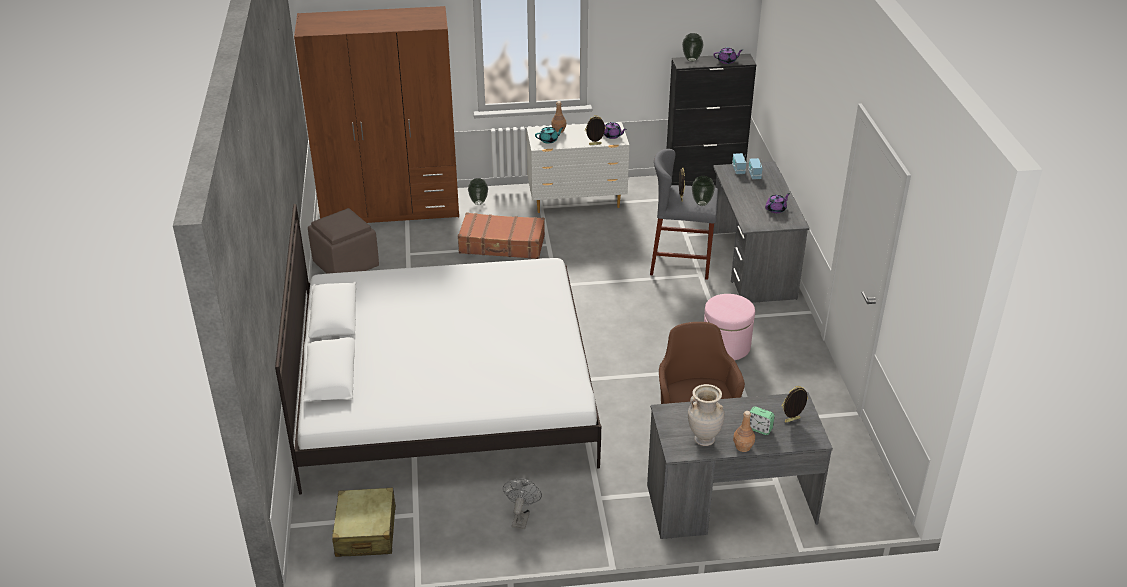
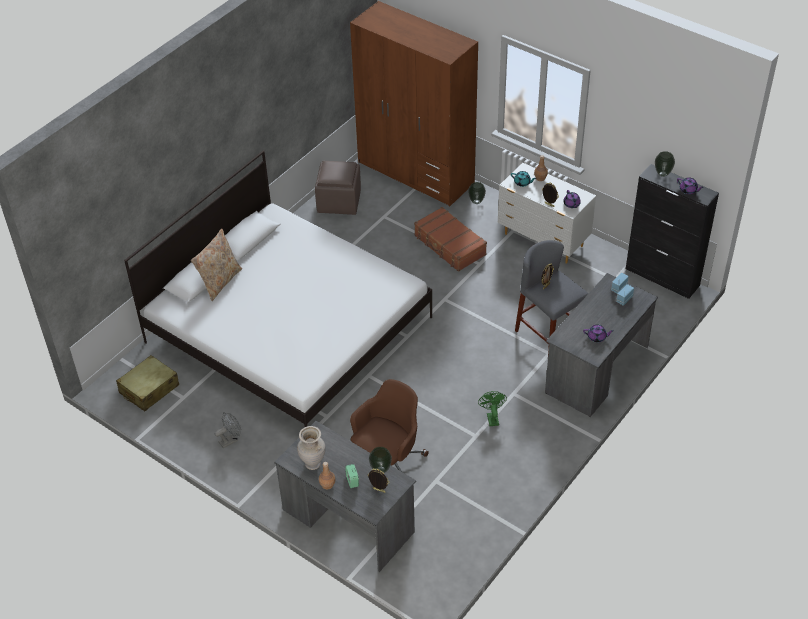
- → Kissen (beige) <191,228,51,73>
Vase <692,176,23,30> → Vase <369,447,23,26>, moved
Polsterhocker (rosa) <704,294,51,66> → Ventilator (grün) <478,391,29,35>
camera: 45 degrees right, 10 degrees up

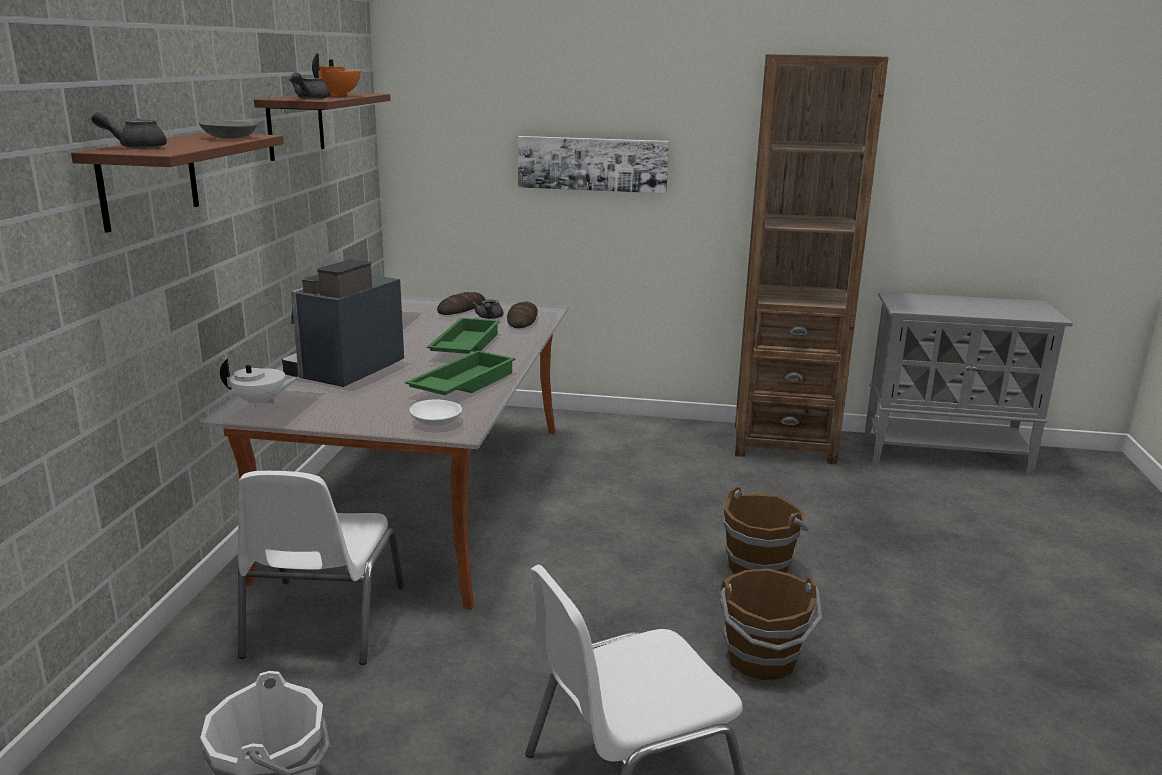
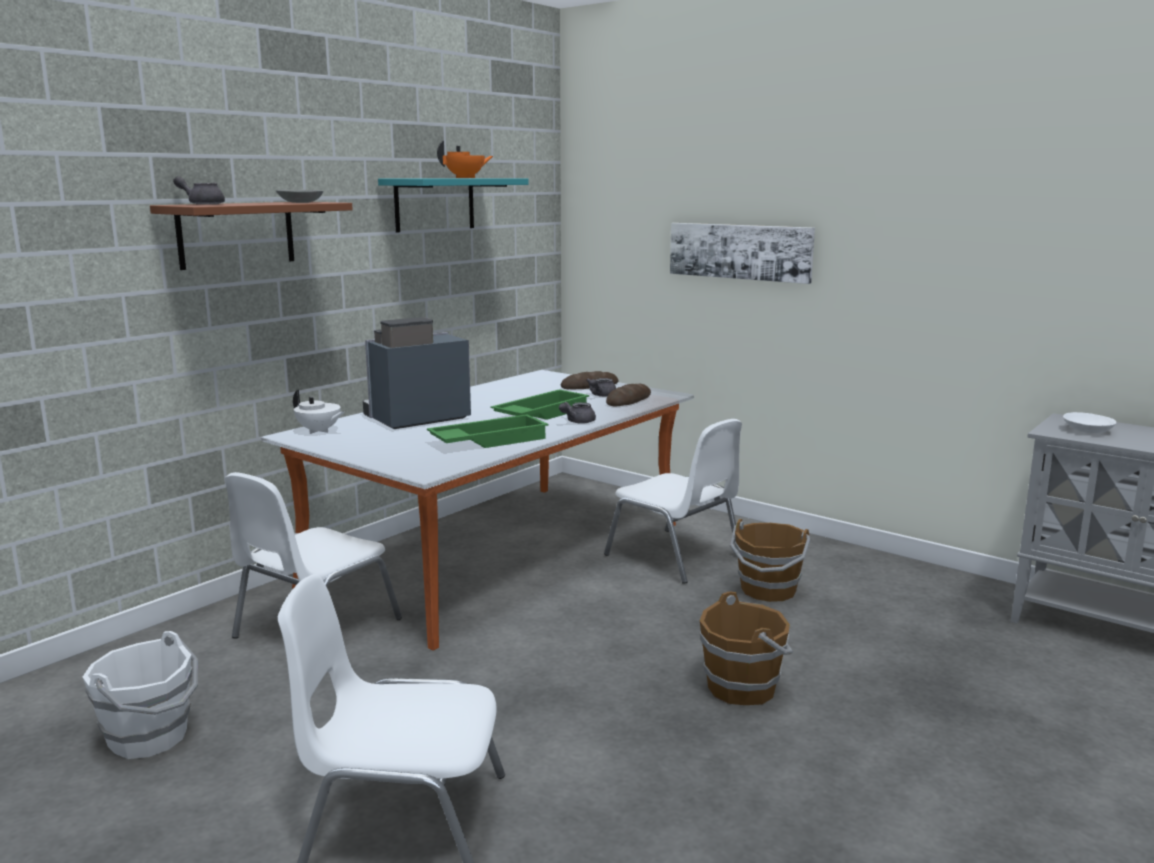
Wandregal (braun) <254,93,136,68> → Wandregal (türkis) <378,178,151,54>
Teekanne (grau) <289,72,41,27> → Teekanne (grau) <559,402,37,22>, moved
- → Stuhl (weiß) <604,419,138,165>
Eimer (braun) <720,568,102,112> → Eimer (braun) <730,519,80,83>, moved
Schüssel (weiß) <410,399,52,27> → Schüssel (weiß) <1063,412,53,21>, moved
Bücherregal (braun) <735,54,154,410> → -
camera: 30 degrees right, 5 degrees down

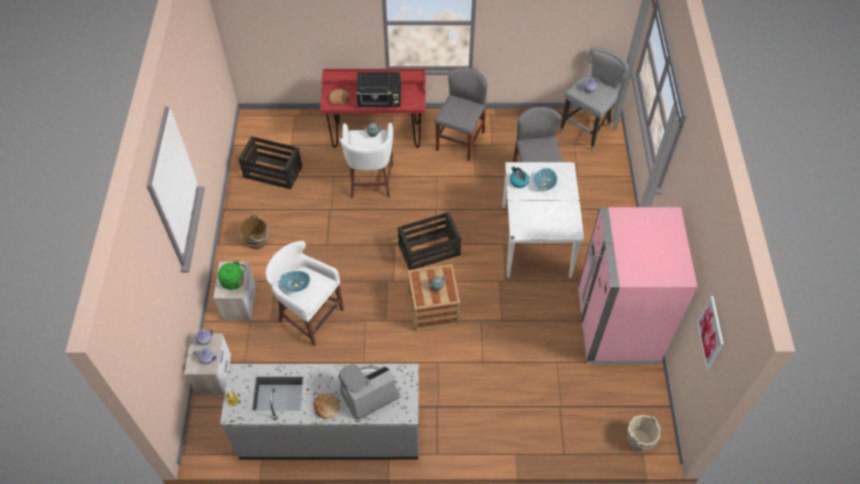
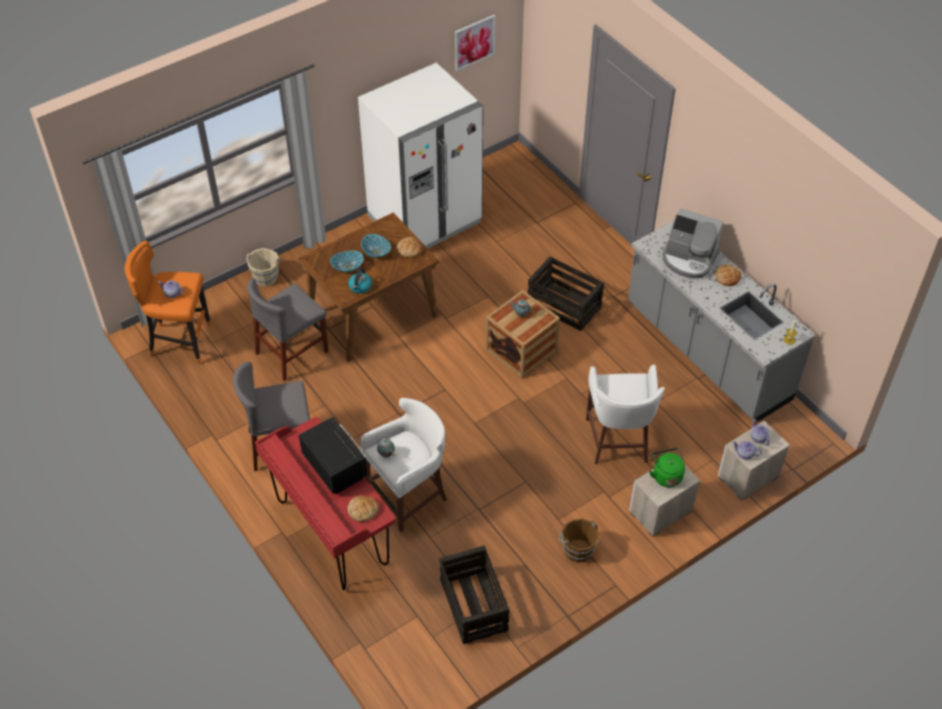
Hocker (grau) <560,47,69,104> → Hocker (orange) <125,241,86,123>
Eimer (beige) <627,415,34,36> → Eimer (beige) <247,248,34,38>, moved
Esstisch (weiß) <502,162,82,116> → Esstisch (braun) <298,212,141,150>
Kühlschrank (rosa) <578,207,119,157> → Kühlschrank (weiß) <358,63,125,185>
Schüssel <280,271,30,21> → Schüssel <361,234,30,24>, moved
- → Brot <397,237,26,21>
Kiste <398,212,63,58> → Kiste <528,256,76,75>, moved
camera: 125 degrees left, 5 degrees down

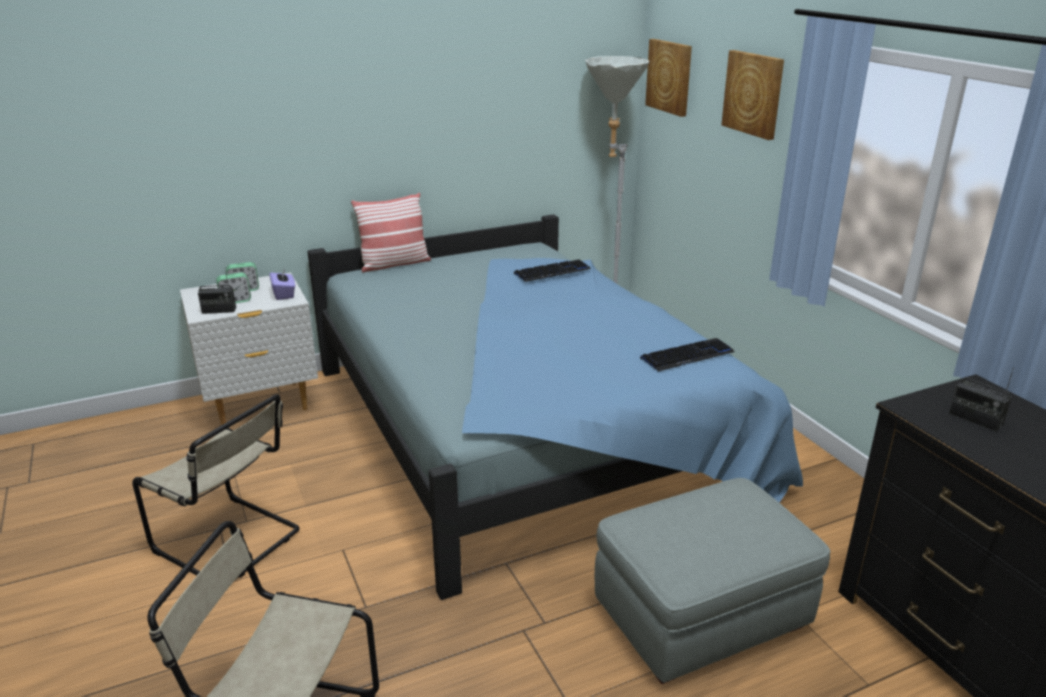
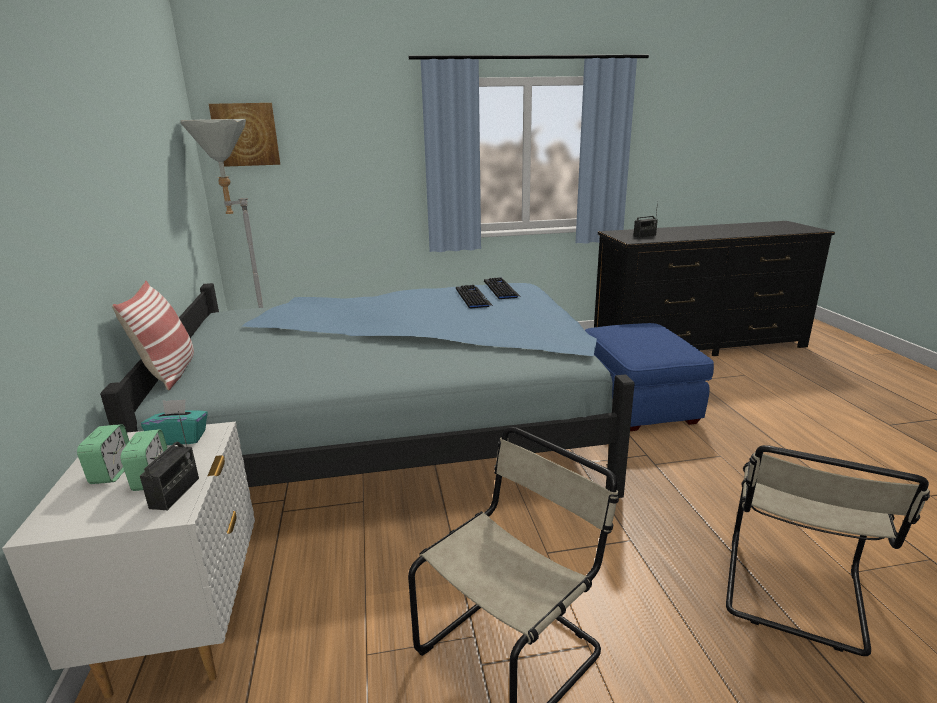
Taschentuchbox (lila) <270,269,25,31> → Taschentuchbox (türkis) <141,399,67,46>
Tastatur <514,260,77,22> → Tastatur <456,285,37,24>, moved
Polsterhocker (grau) <595,478,235,206> → Polsterhocker (blau) <585,323,129,108>
Bild <721,50,63,90> → -
camera: 75 degrees left, 5 degrees down

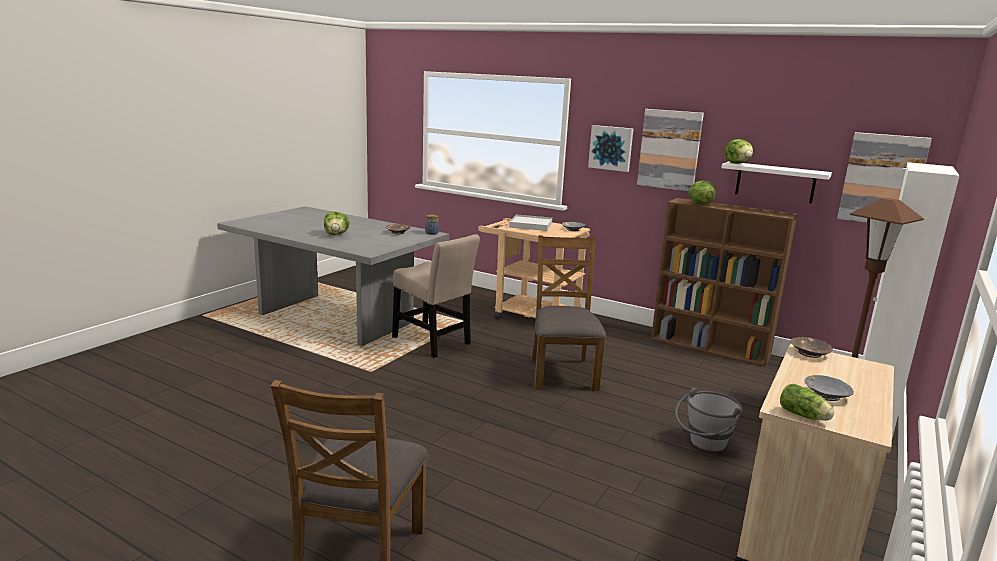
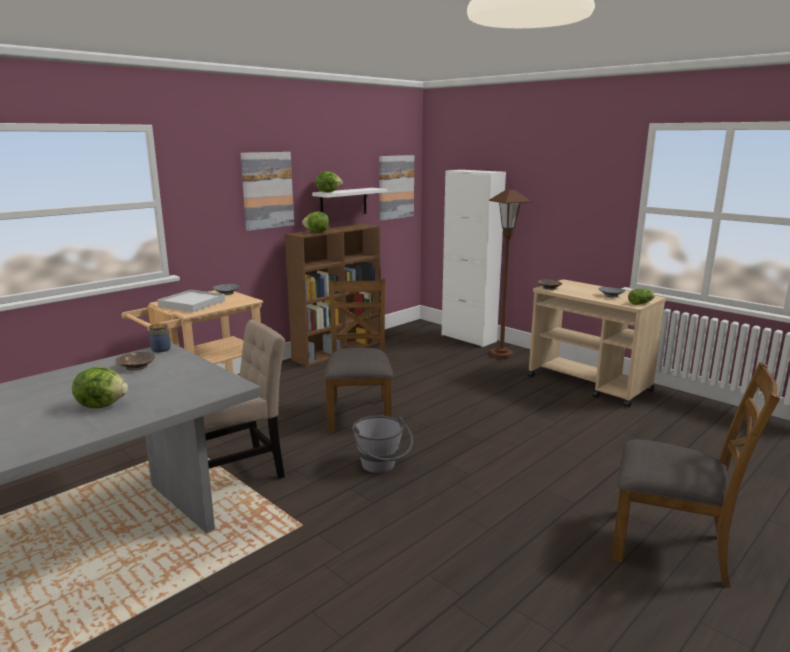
Stuhl (braun) <531,235,75,156> → Stuhl (braun) <324,279,69,153>, 75 degrees clockwise
Eimer (grau) <675,388,68,64> → Eimer (grau) <352,415,61,58>, moved
Bild <588,125,45,47> → -
camera: 75 degrees left, 0 degrees up

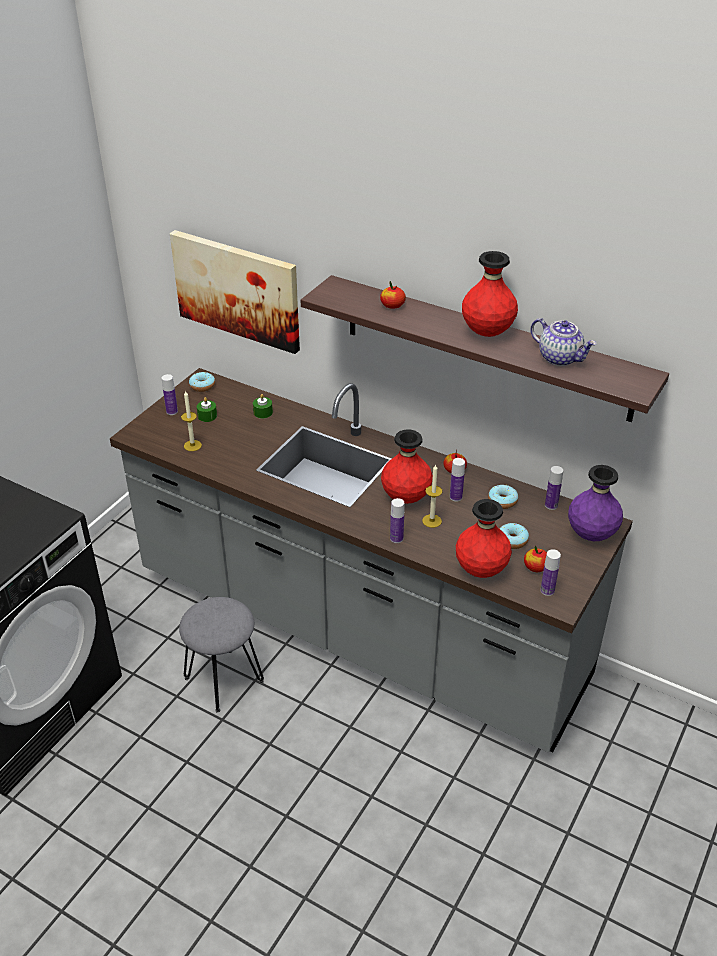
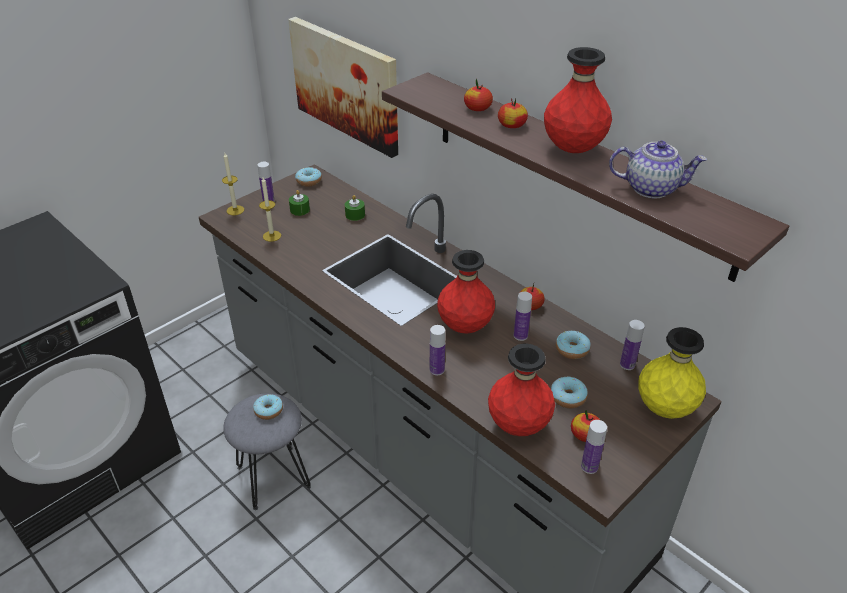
Kerze <422,464,20,64> → Kerze <222,153,22,63>, moved
- → Donut <253,394,30,26>
- → Apfel <498,98,30,30>
Teekanne <530,318,67,48> → Teekanne <609,141,98,57>, 45 degrees counterclockwise
Vase (lila) <568,465,55,76> → Vase (gelb) <638,327,68,92>
camera: 15 degrees right, 0 degrees up

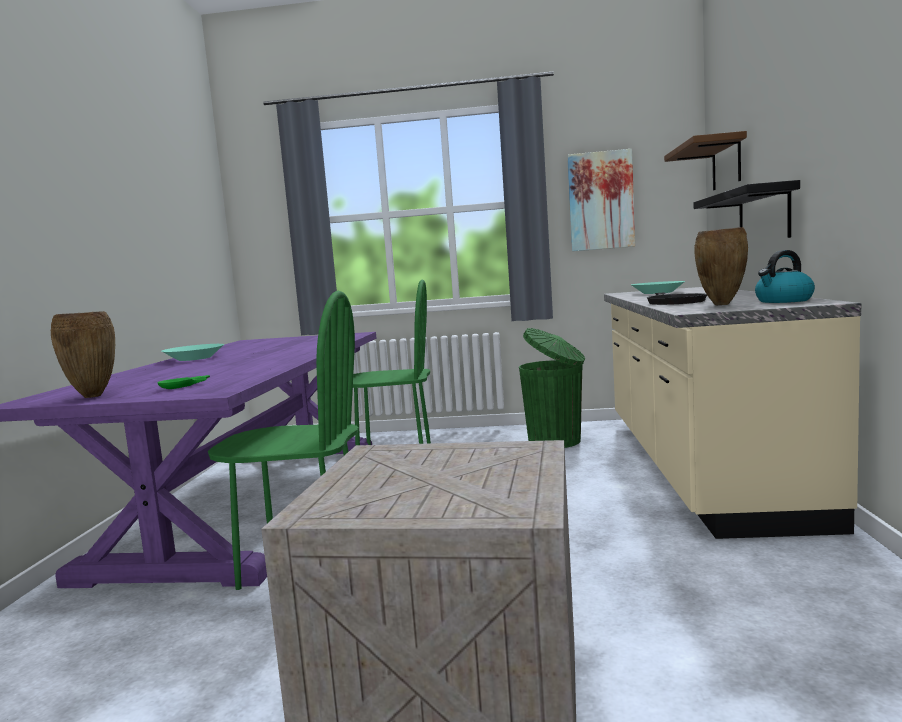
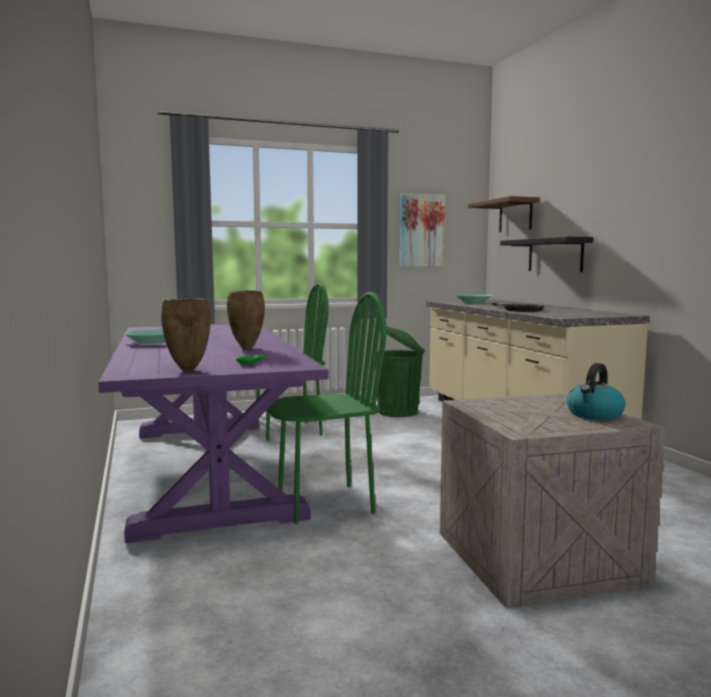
Vase (braun) <695,227,53,78> → Vase (braun) <227,290,38,58>, moved
Wasserkessel <755,250,60,53> → Wasserkessel <567,363,59,57>, moved
camera: 25 degrees left, 0 degrees up

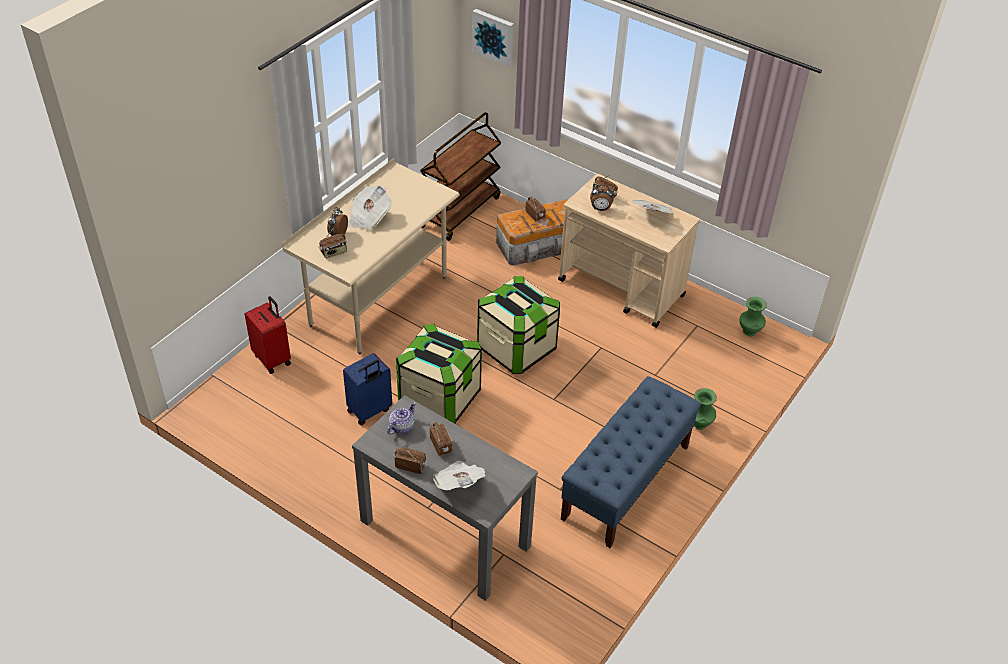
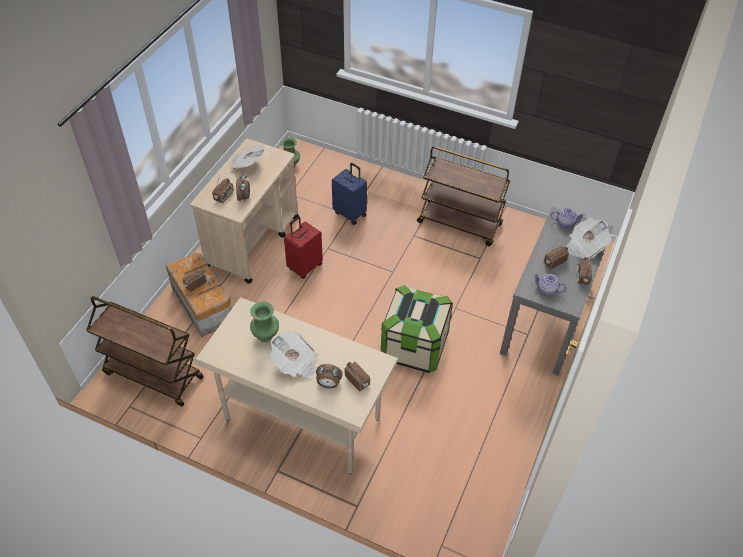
Vase (grün) <694,388,23,42> → Vase (grün) <250,301,29,41>, moved
Koffer (rot) <244,296,47,78> → Koffer (rot) <284,216,39,63>, moved
Koffer (blau) <343,353,49,72> → Koffer (blau) <332,163,35,62>, moved
Bank (blau) <561,376,140,172> → Rollwagen (braun) <417,146,94,100>
- → Teekanne <551,208,34,20>
Bild <472,9,42,58> → -
Aufbewahrungsbox <477,276,83,98> → -
camera: 100 degrees left, 5 degrees up

